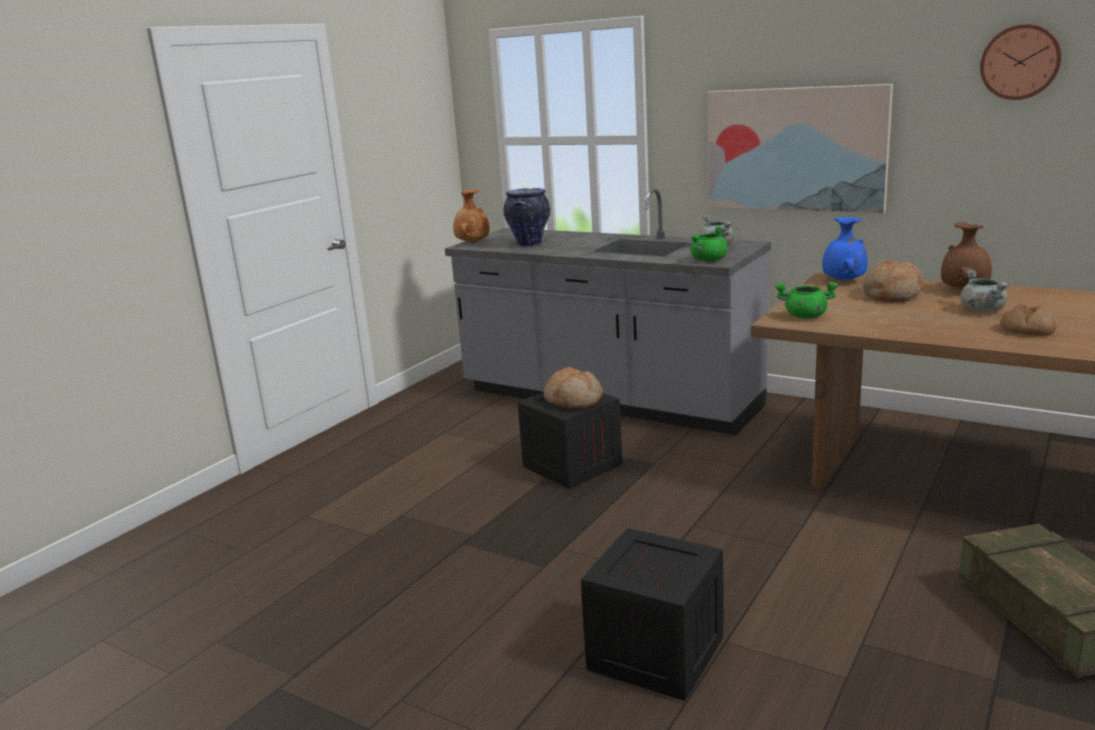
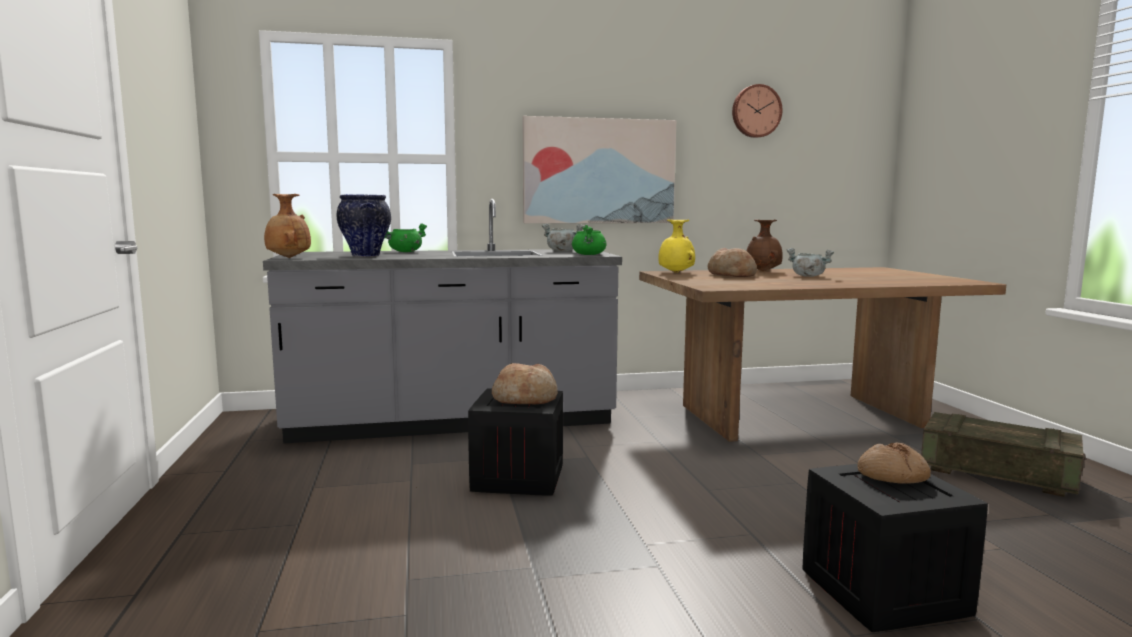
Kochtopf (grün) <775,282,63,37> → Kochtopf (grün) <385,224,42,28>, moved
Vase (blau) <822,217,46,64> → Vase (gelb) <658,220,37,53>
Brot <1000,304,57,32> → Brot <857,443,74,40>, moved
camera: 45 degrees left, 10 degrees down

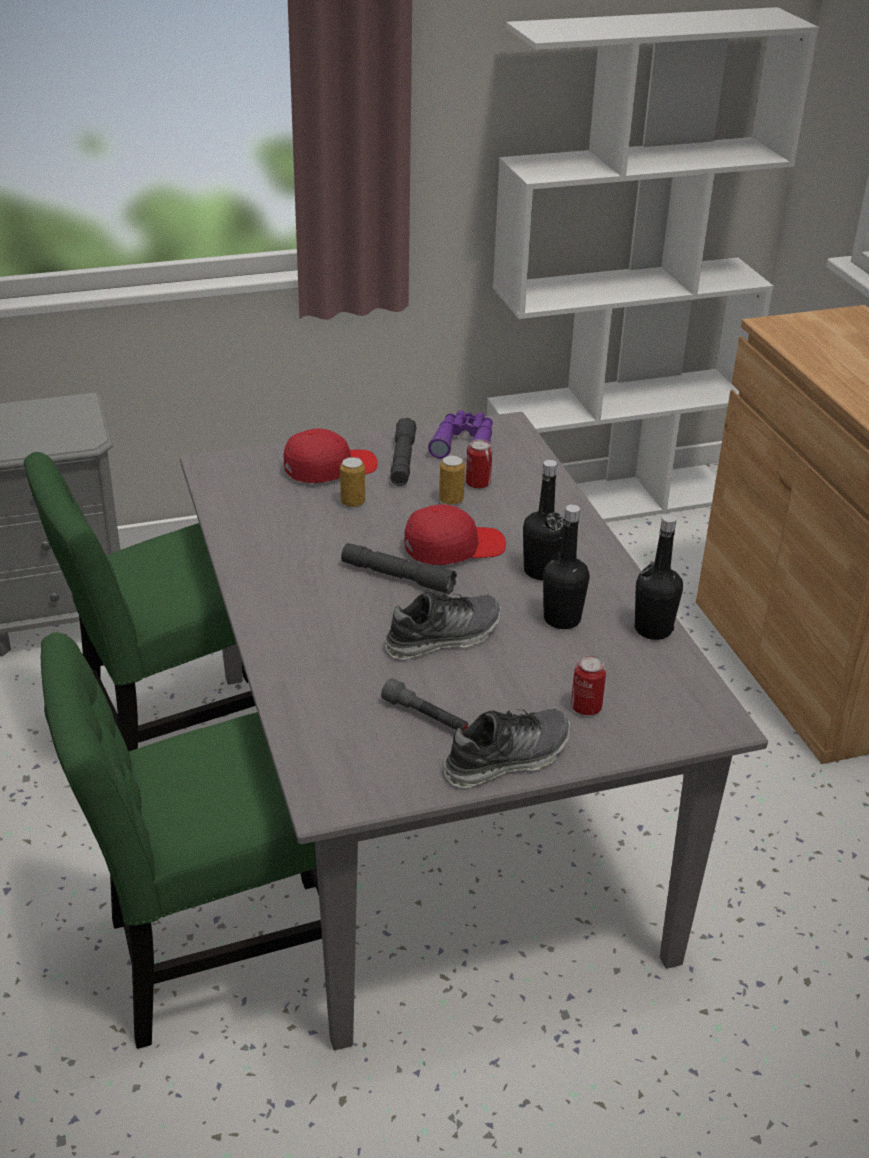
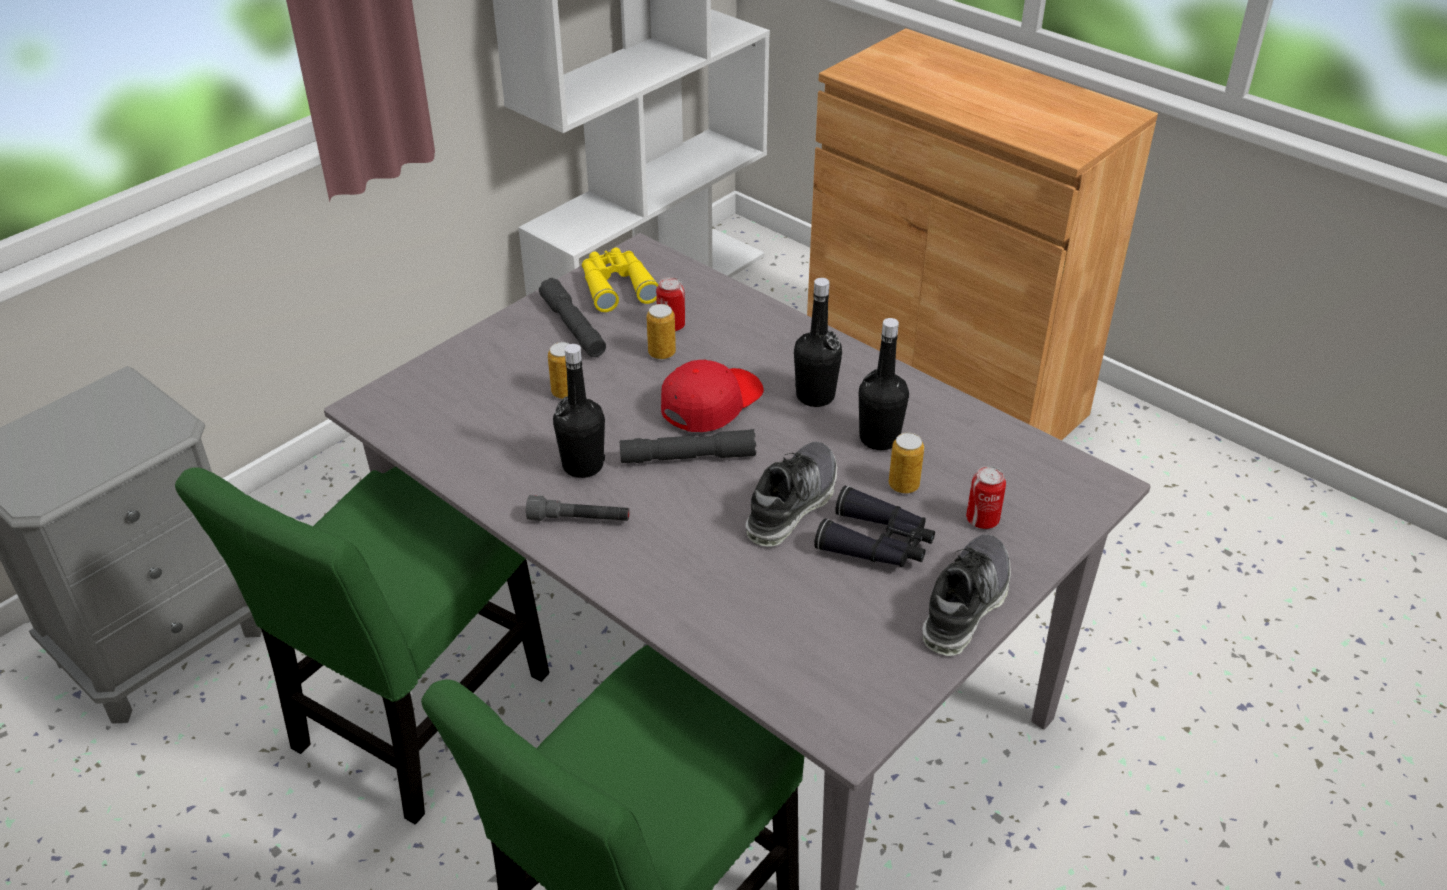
Taschenlampe (grau) <381,678,87,53> → Taschenlampe (grau) <526,495,104,26>, moved
Flasche (schwarz) <635,514,48,126> → Flasche (schwarz) <553,344,52,134>, moved
Fernglas (lila) <428,410,65,49> → Fernglas (gelb) <582,248,77,64>
- → Fernglas (schwarz) <814,486,121,81>
- → Dose <889,433,35,60>
Kappe (rot) <283,428,95,55> → -
camera: 30 degrees left, 5 degrees up

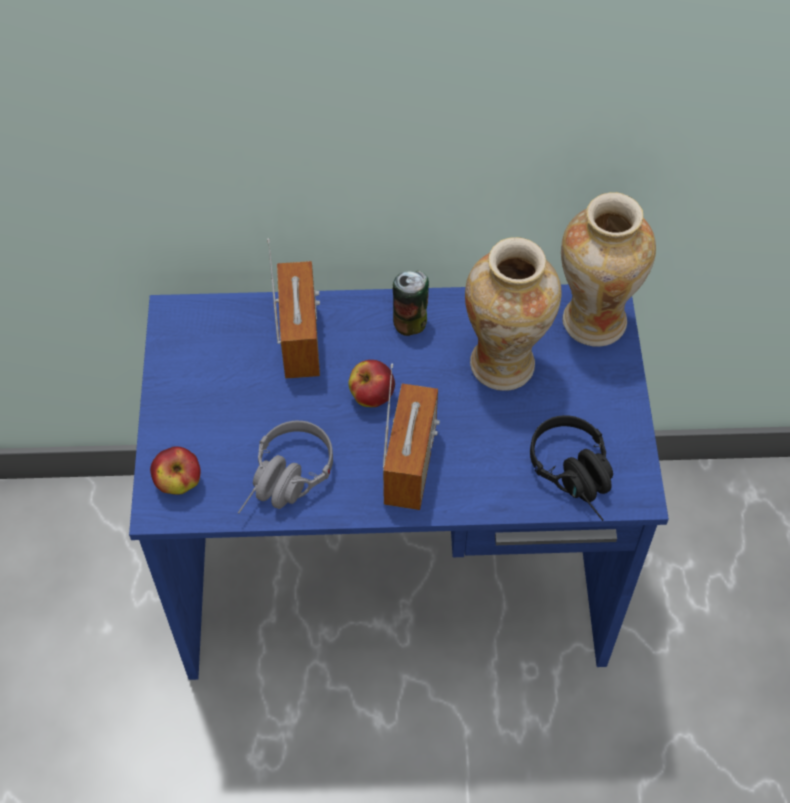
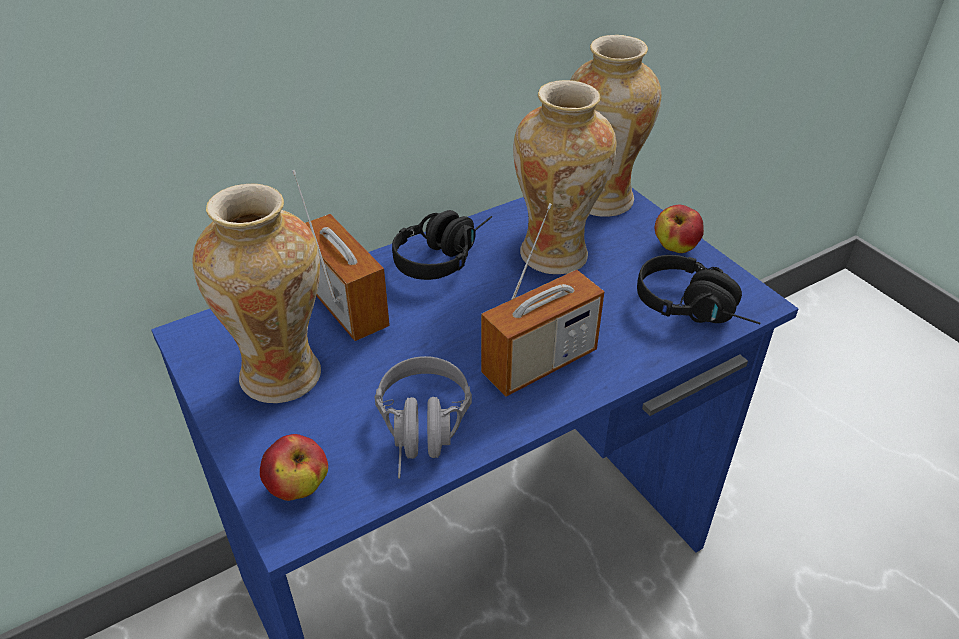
- → Vase <192,184,129,219>
Dose <393,271,36,65> → Kopfhörer (schwarz) <392,210,100,70>
Radio <383,363,57,147> → Radio <481,203,123,194>, 75 degrees clockwise
Apfel <348,360,47,47> → Apfel <655,205,49,48>, moved
camera: 30 degrees left, 15 degrees down

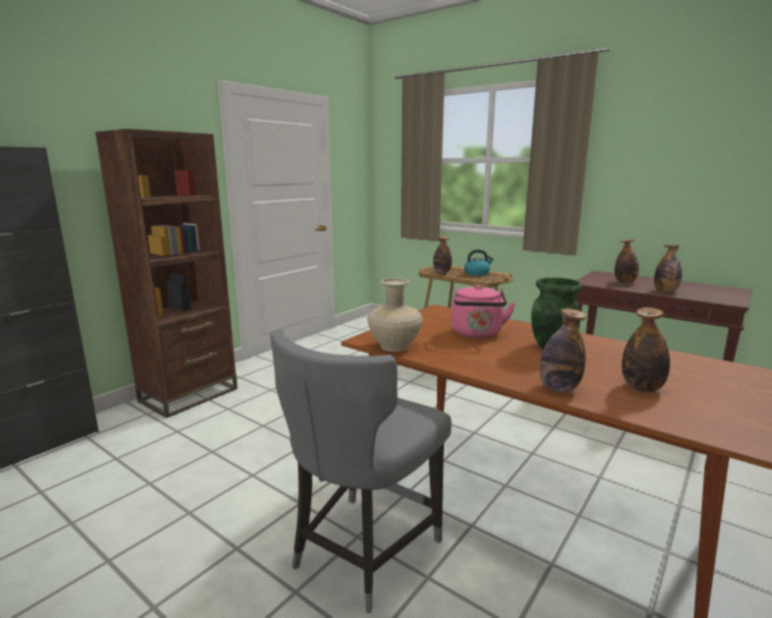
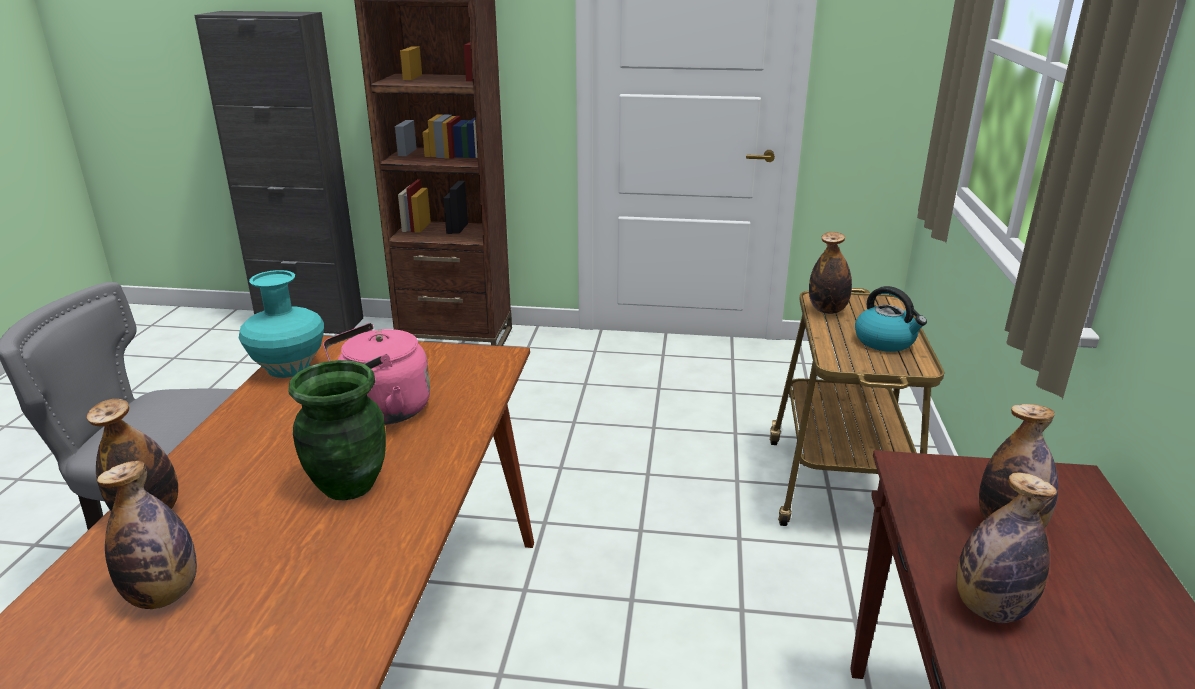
Vase (beige) <367,278,56,74> → Vase (türkis) <239,270,85,108>
camera: 60 degrees right, 10 degrees up

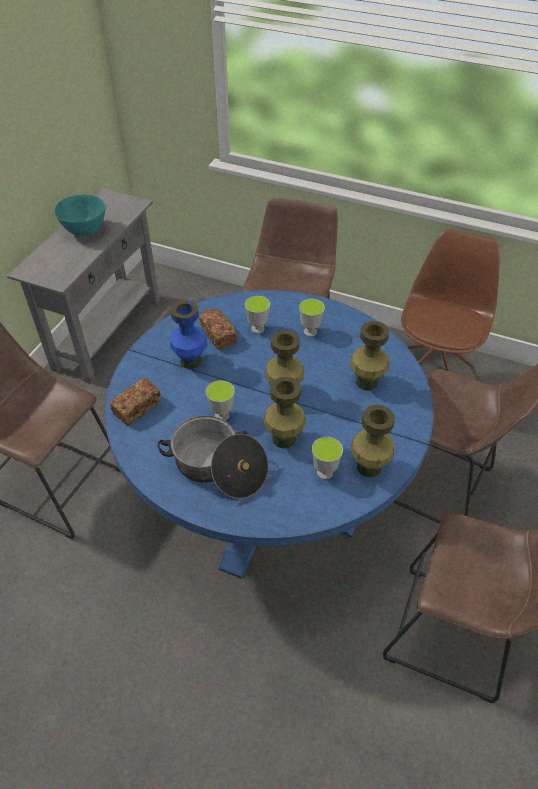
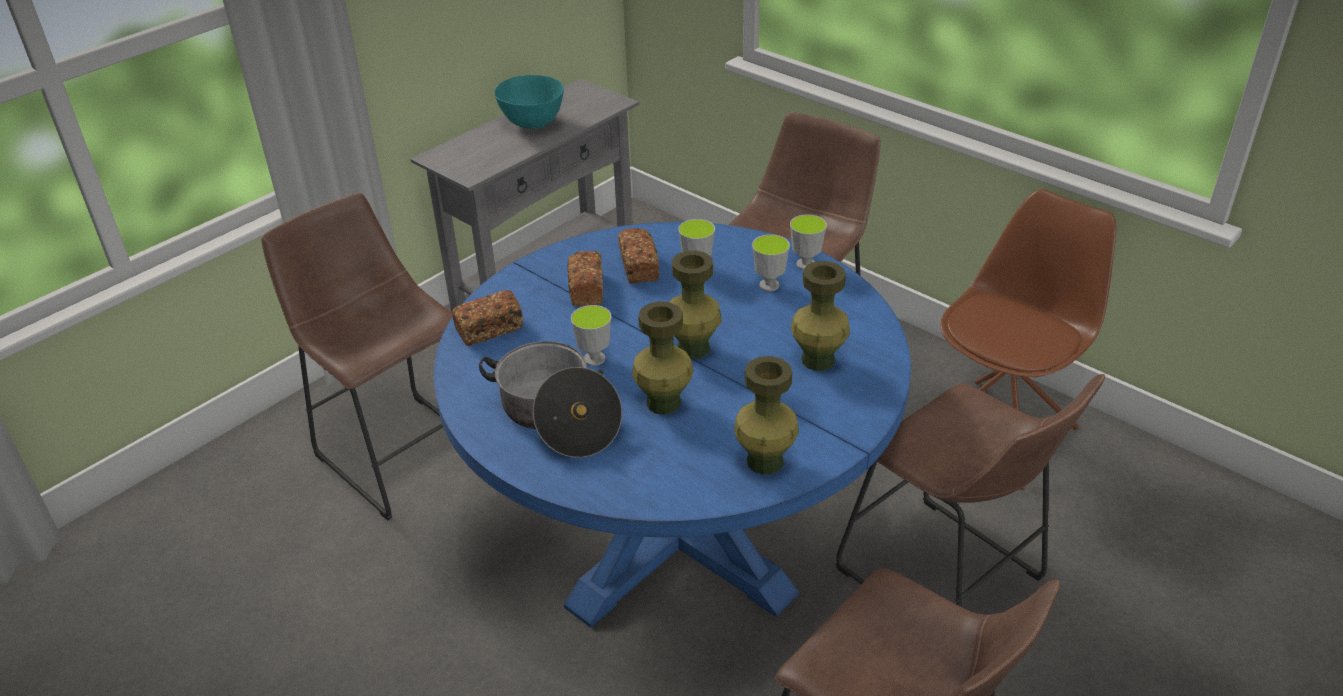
Vase (blau) <170,300,37,69> → Brot <567,251,36,55>
Tasse <312,437,31,43> → Tasse <790,214,37,56>, moved
camera: 20 degrees right, 10 degrees down

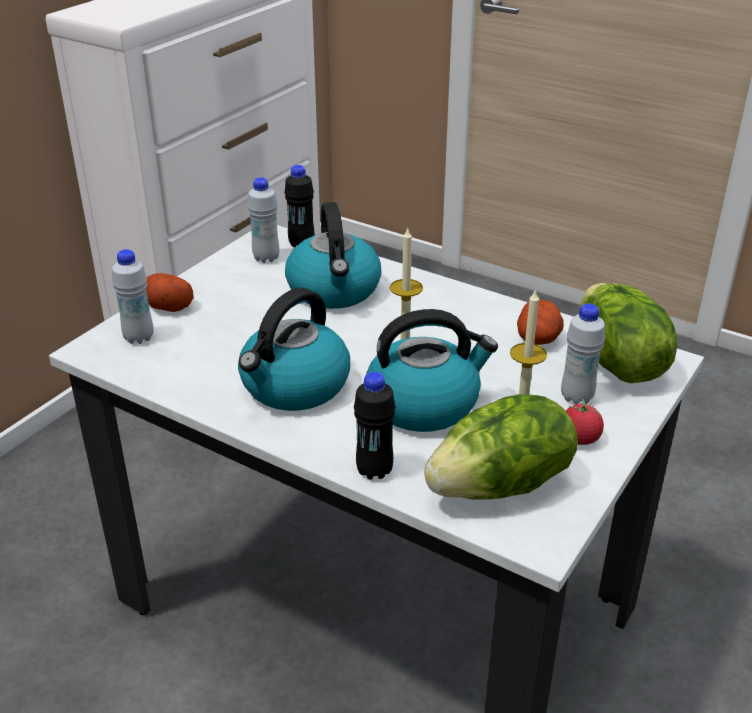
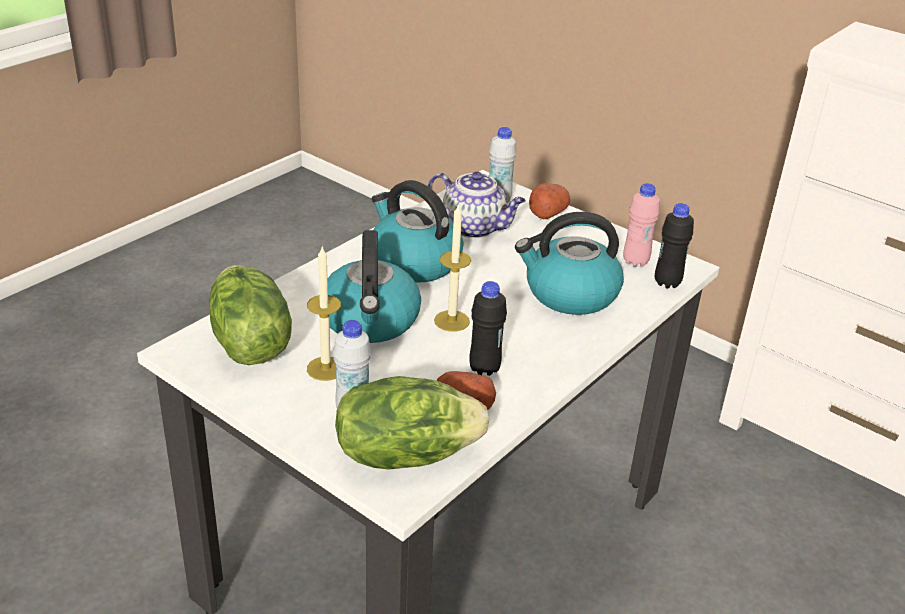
- → Teekanne <428,171,98,67>
Flasche (schwarz) <354,372,41,108> → Flasche (schwarz) <469,281,38,95>, moved
Flasche (weiß) <247,177,32,86> → Flasche (rosa) <623,183,37,84>
Tomate <566,399,38,46> → -
camera: 95 degrees right, 0 degrees up

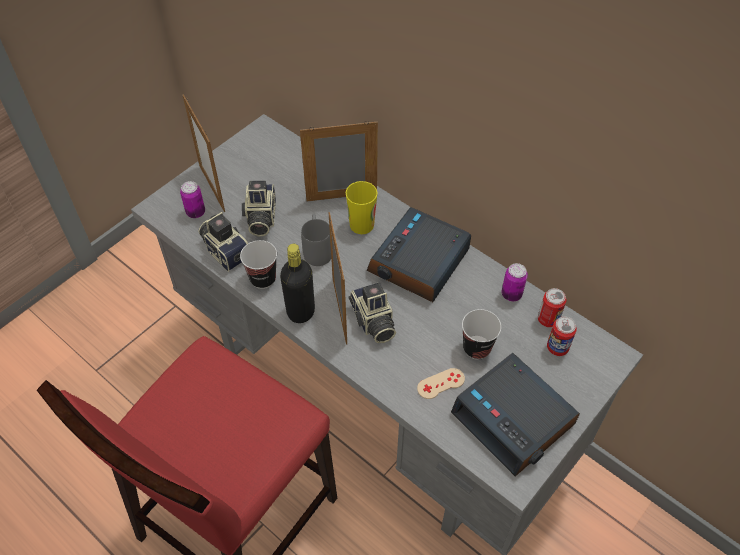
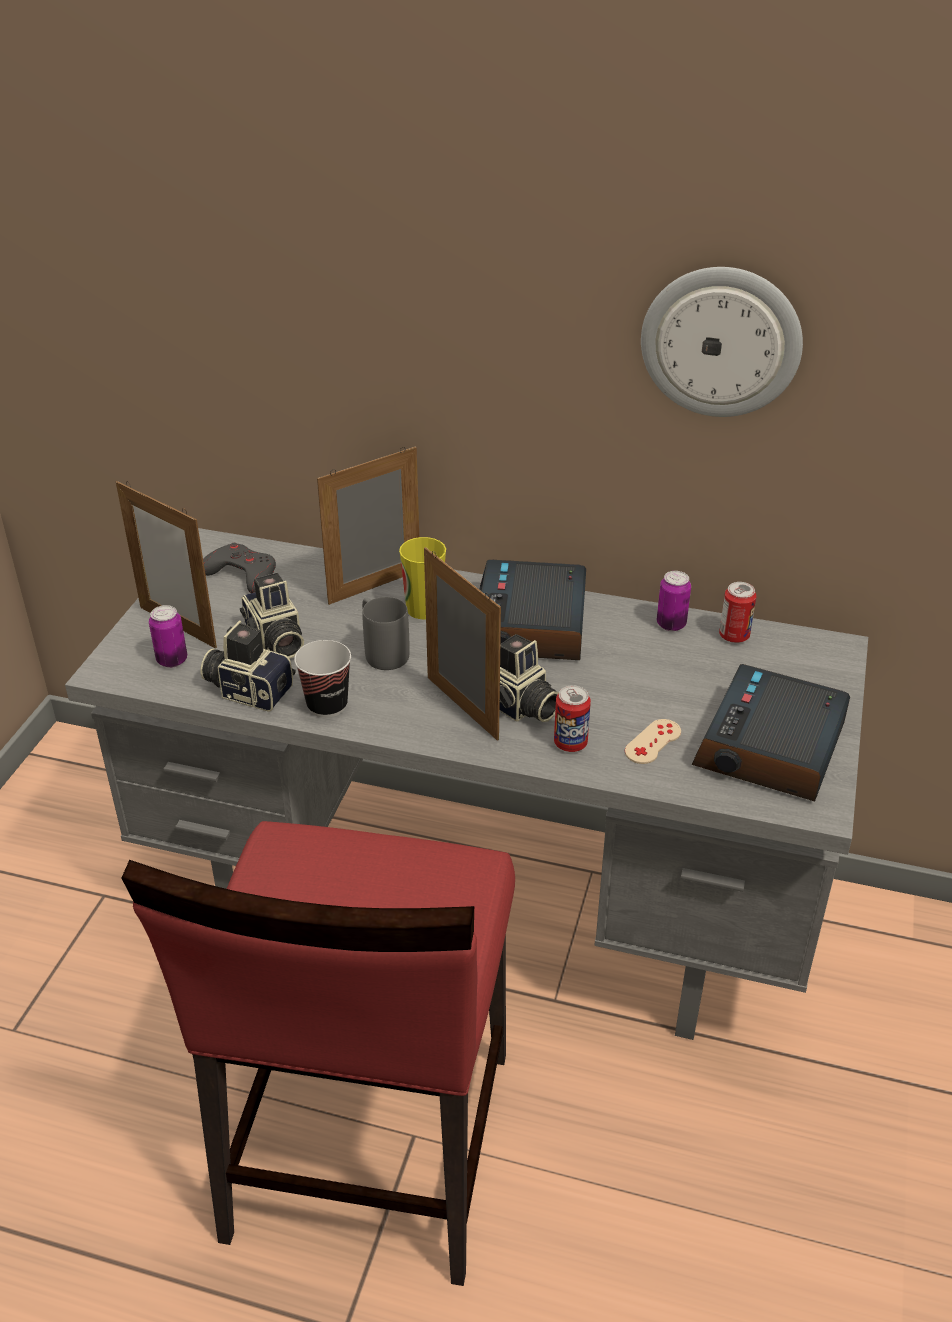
- → Gamepad (grau) <203,543,73,50>
Dose <547,317,30,39> → Dose <554,685,37,67>, moved
- → Wanduhr <641,267,162,150>
Wecker <451,353,129,123> → Wecker <692,664,158,138>, 90 degrees clockwise
Flasche (schwarz) <280,244,35,79> → -
Tasse <462,309,39,51> → -
camera: 25 degrees left, 15 degrees down

